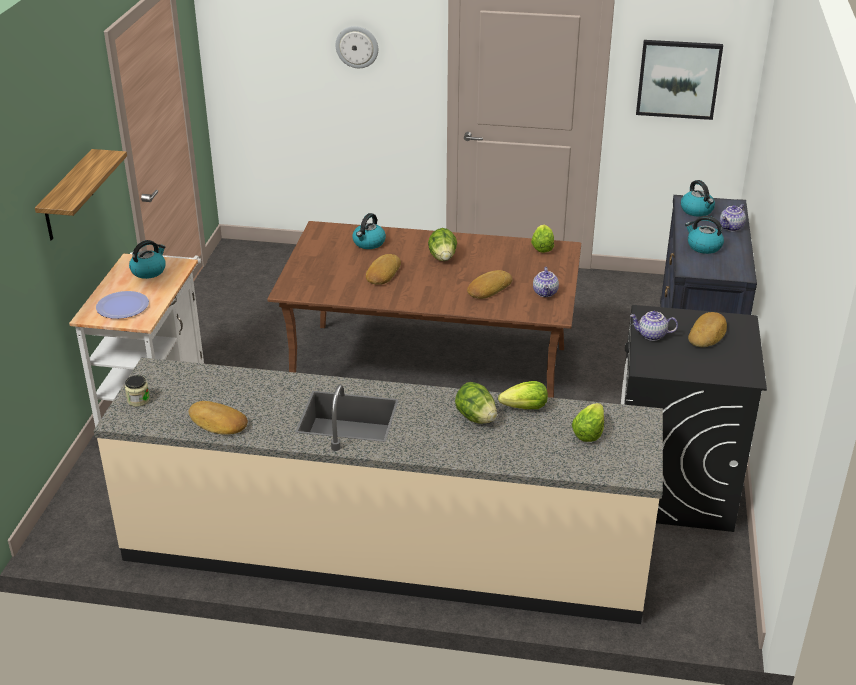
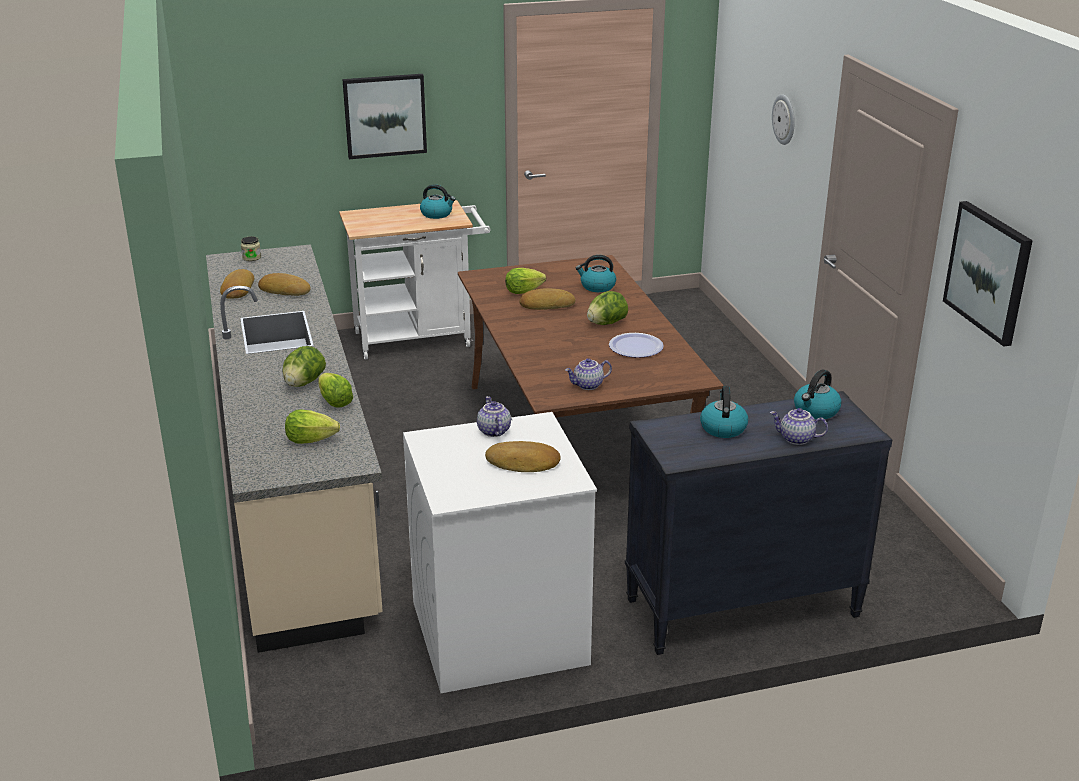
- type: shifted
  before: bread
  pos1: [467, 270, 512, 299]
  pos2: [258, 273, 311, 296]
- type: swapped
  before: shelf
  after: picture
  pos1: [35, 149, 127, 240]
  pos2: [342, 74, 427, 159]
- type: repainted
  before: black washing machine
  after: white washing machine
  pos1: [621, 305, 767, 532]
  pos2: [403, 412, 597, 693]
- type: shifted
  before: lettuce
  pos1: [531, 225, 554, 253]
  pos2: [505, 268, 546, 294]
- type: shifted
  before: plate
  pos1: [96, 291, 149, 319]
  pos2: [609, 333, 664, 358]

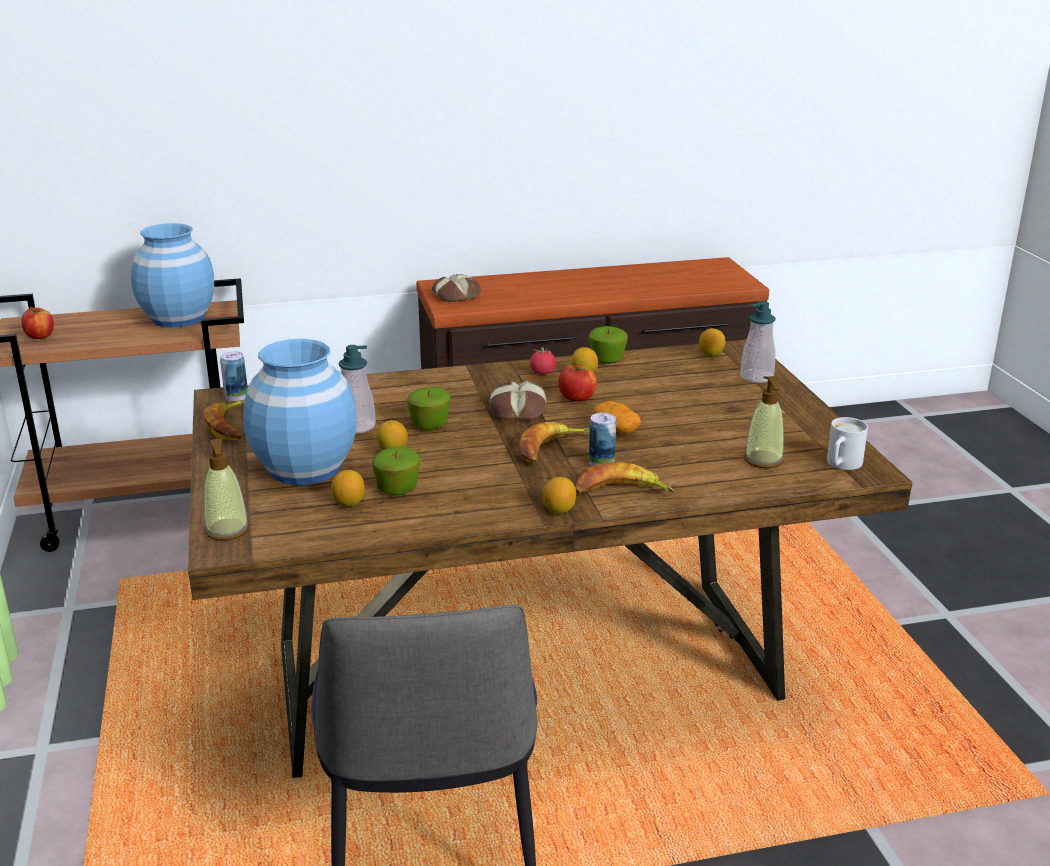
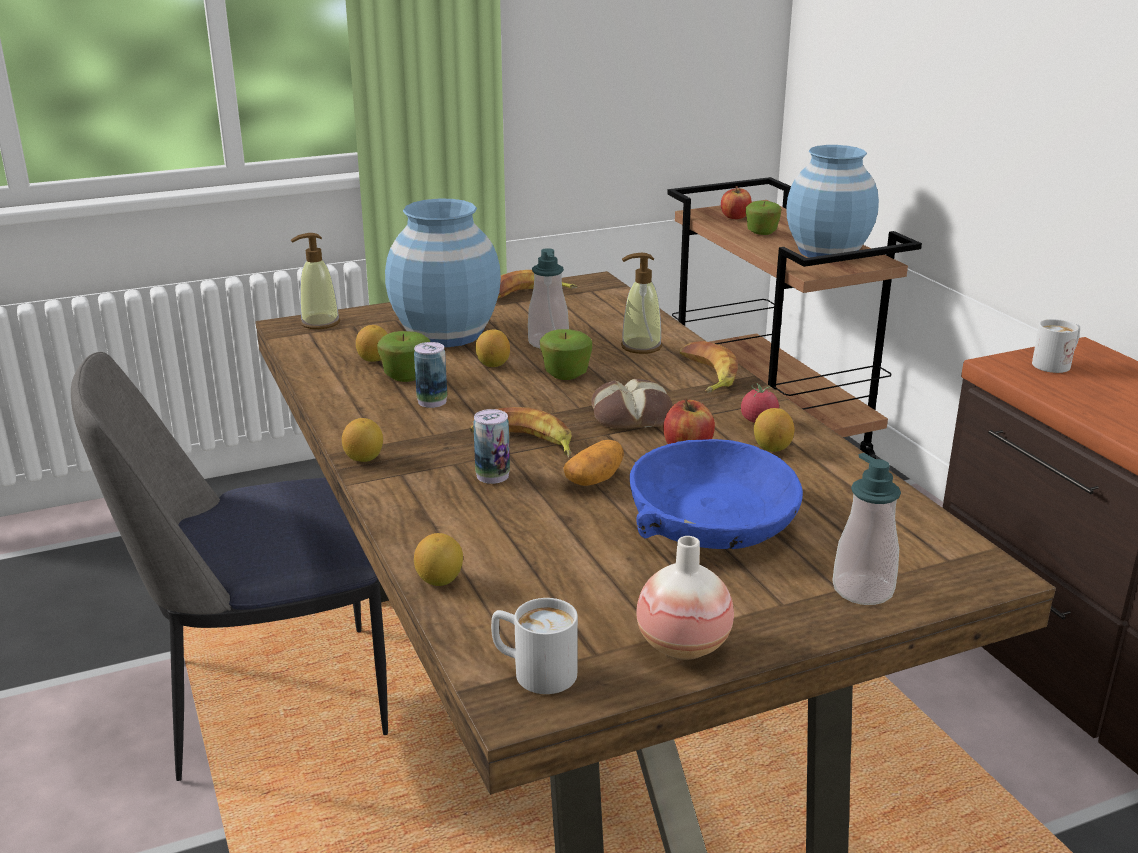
- type: shifted
  before: can
  pos1: [220, 351, 248, 401]
  pos2: [414, 342, 447, 408]
- type: shifted
  before: lemon
  pos1: [699, 328, 725, 356]
  pos2: [414, 533, 463, 586]
- type: shifted
  before: soap dispenser
  pos1: [744, 376, 784, 468]
  pos2: [621, 253, 662, 354]
- type: new
  after: blue bowl
  pos2: [630, 439, 803, 549]
- type: new
  after: vase
  pos2: [637, 536, 734, 660]
- type: shifted
  before: banana
  pos1: [574, 462, 675, 494]
  pos2: [680, 341, 738, 393]
- type: shifted
  before: apple
  pos1: [589, 326, 628, 364]
  pos2: [746, 201, 781, 235]
- type: swapped
  before: bread
  after: white mug
  pos1: [432, 274, 481, 302]
  pos2: [1032, 319, 1080, 373]

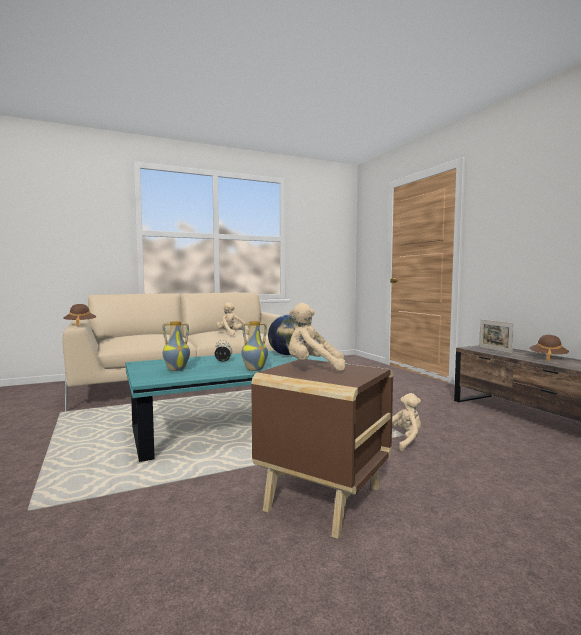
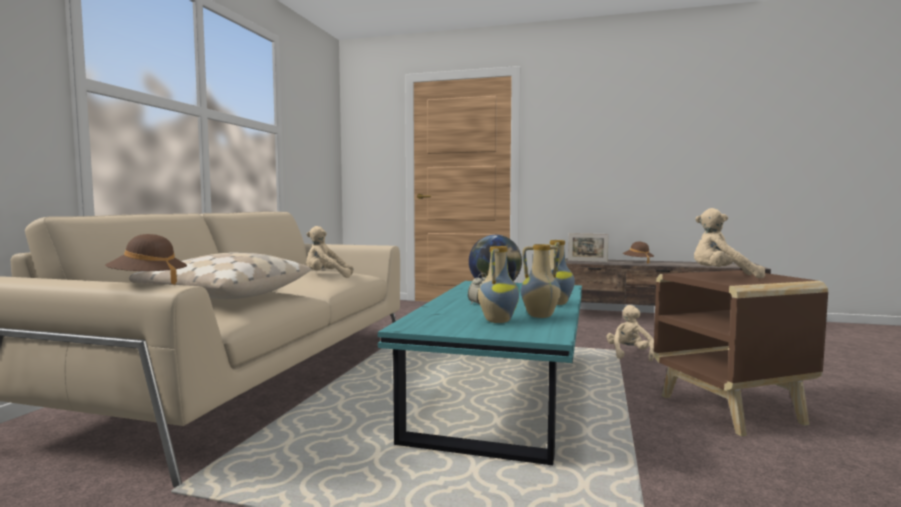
- type: new
  after: beige pillow
  pos2: [129, 252, 311, 299]
- type: new
  after: vase
  pos2: [521, 244, 561, 318]
- type: rotated
  before: beige plush toy
  pos1: [288, 303, 345, 371]
  pos2: [694, 208, 765, 278]
  turn: 60

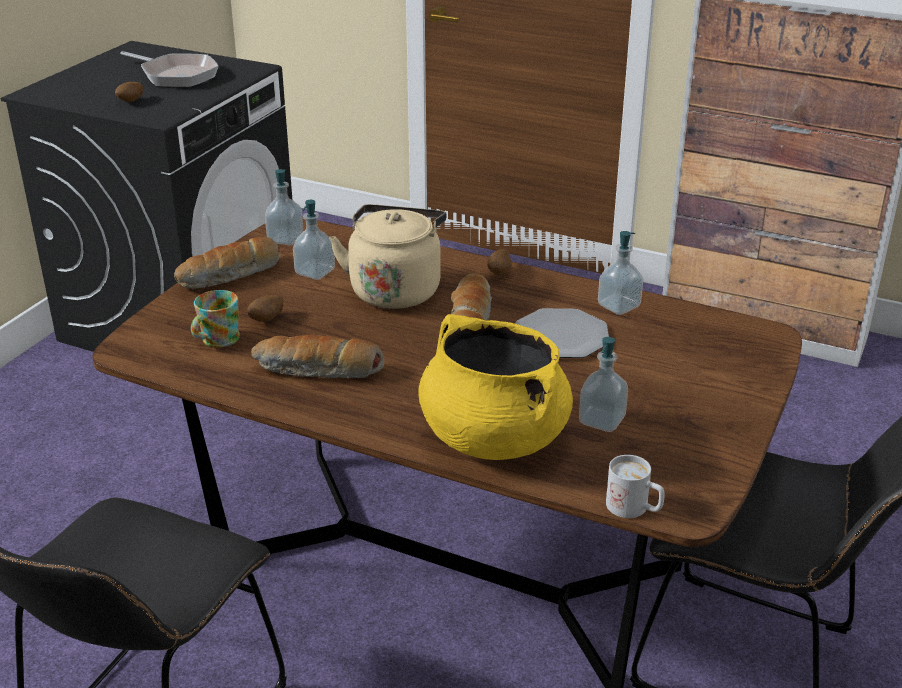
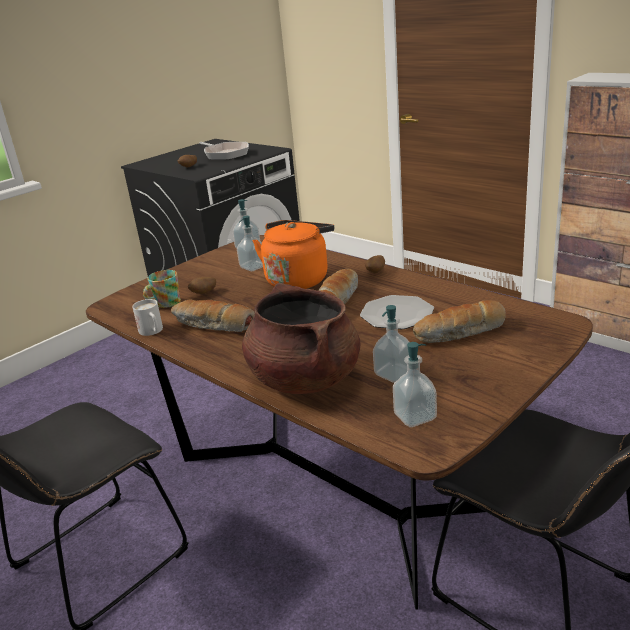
- type: shifted
  before: white mug
  pos1: [606, 455, 664, 518]
  pos2: [132, 299, 163, 336]
- type: repainted
  before: yellow cooking pot
  after: brown cooking pot
  pos1: [418, 314, 573, 460]
  pos2: [242, 283, 361, 394]
- type: repainted
  before: beige kettle
  after: orange kettle
  pos1: [329, 204, 447, 309]
  pos2: [253, 220, 334, 289]
- type: shifted
  before: soap dispenser
  pos1: [598, 231, 643, 315]
  pos2: [393, 342, 437, 427]
- type: shifted
  before: bread
  pos1: [174, 237, 280, 289]
  pos2: [413, 300, 506, 343]

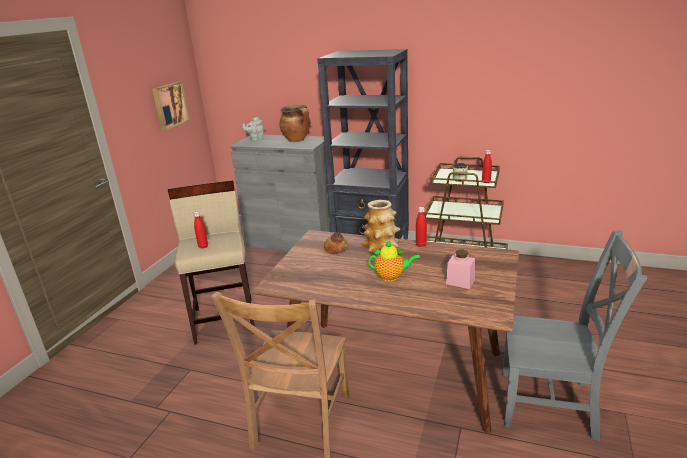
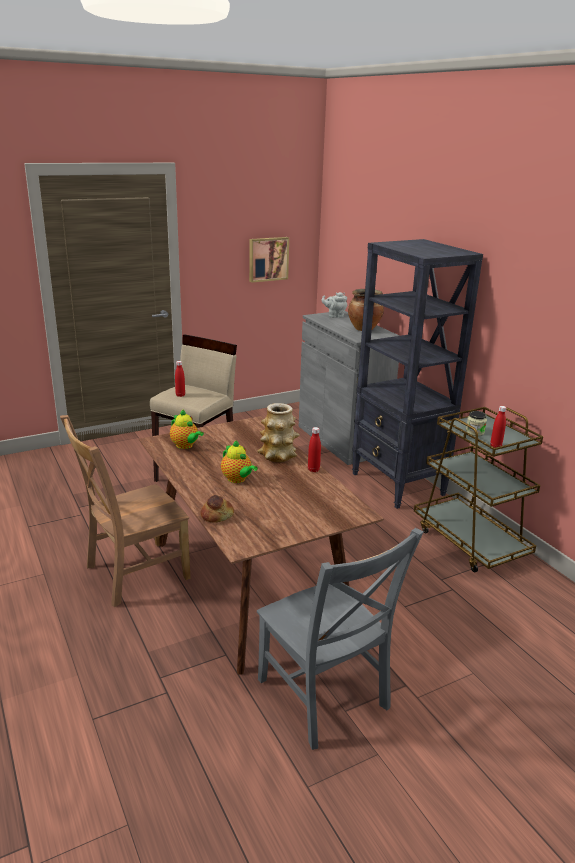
- type: new
  after: teapot
  pos2: [170, 409, 204, 449]
- type: shifted
  before: bread
  pos1: [324, 232, 348, 254]
  pos2: [200, 495, 234, 523]
- type: gone
  before: pink jar
  pos1: [446, 249, 475, 289]

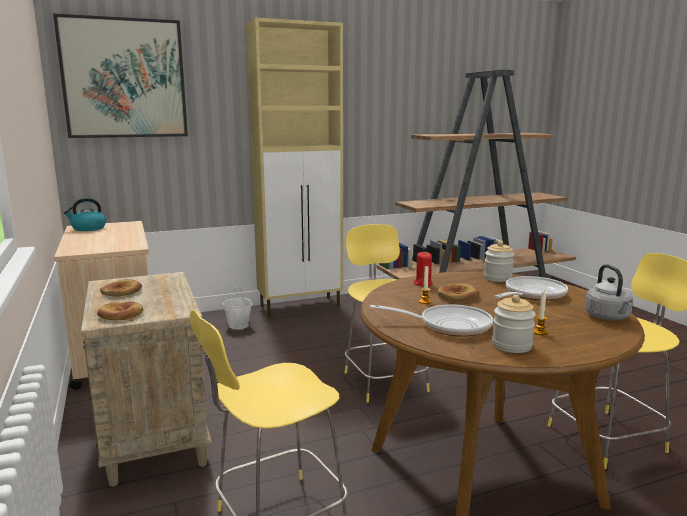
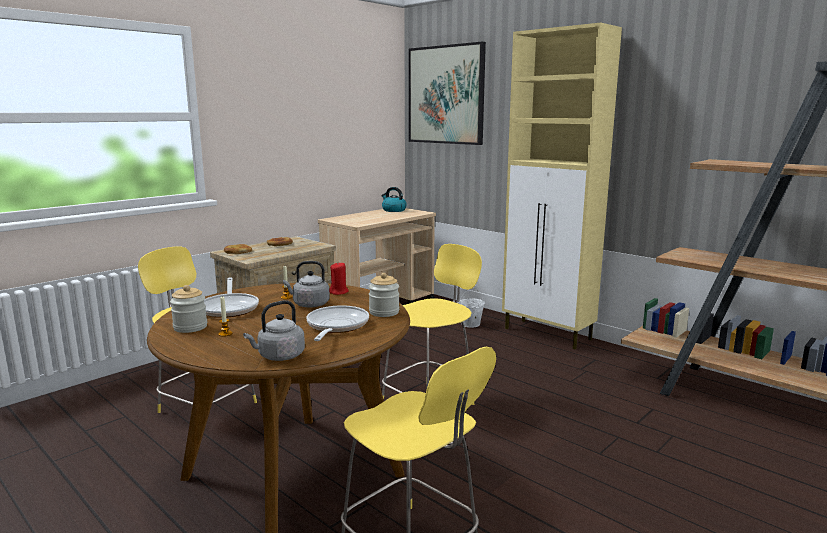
- type: swapped
  before: bread
  after: grey kettle
  pos1: [437, 284, 480, 302]
  pos2: [283, 261, 330, 308]
- type: rotated
  before: frying pan
  pos1: [495, 276, 568, 300]
  pos2: [307, 305, 369, 341]
  turn: -105

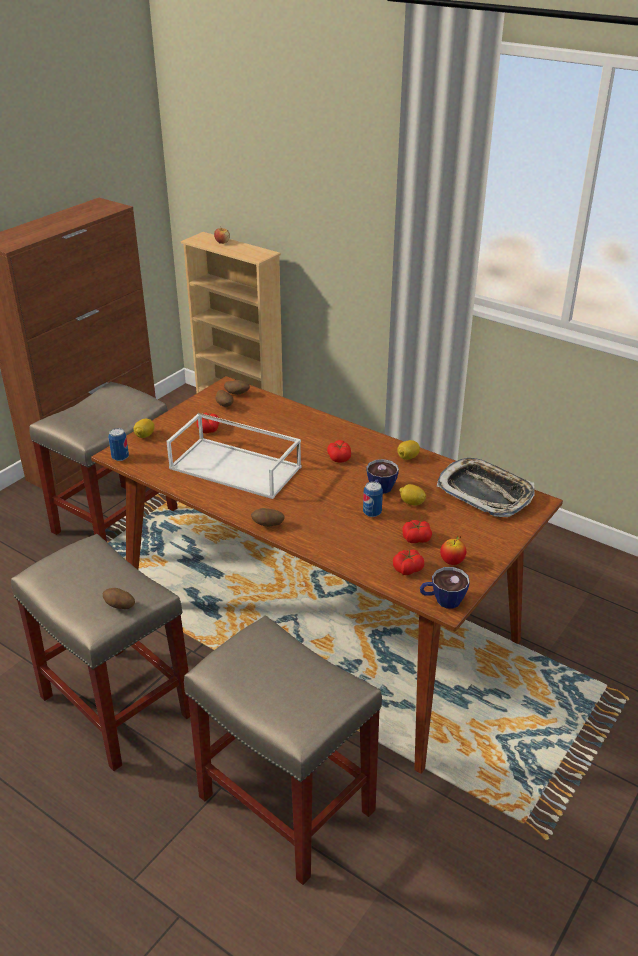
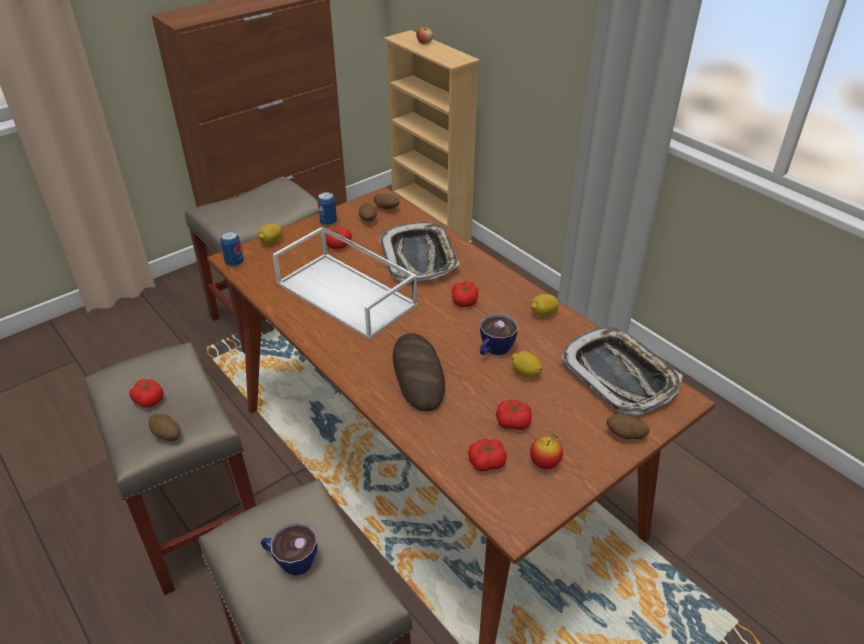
- type: new
  after: tomato
  pos2: [129, 379, 164, 407]
- type: shifted
  before: cup
  pos1: [420, 567, 470, 609]
  pos2: [261, 522, 317, 575]
- type: shifted
  before: can
  pos1: [363, 481, 383, 517]
  pos2: [317, 192, 337, 226]
- type: new
  after: tray
  pos2: [380, 222, 460, 281]
- type: new
  after: bread
  pos2: [393, 333, 445, 411]
- type: shifted
  before: potato
  pos1: [251, 508, 284, 527]
  pos2: [607, 414, 650, 439]

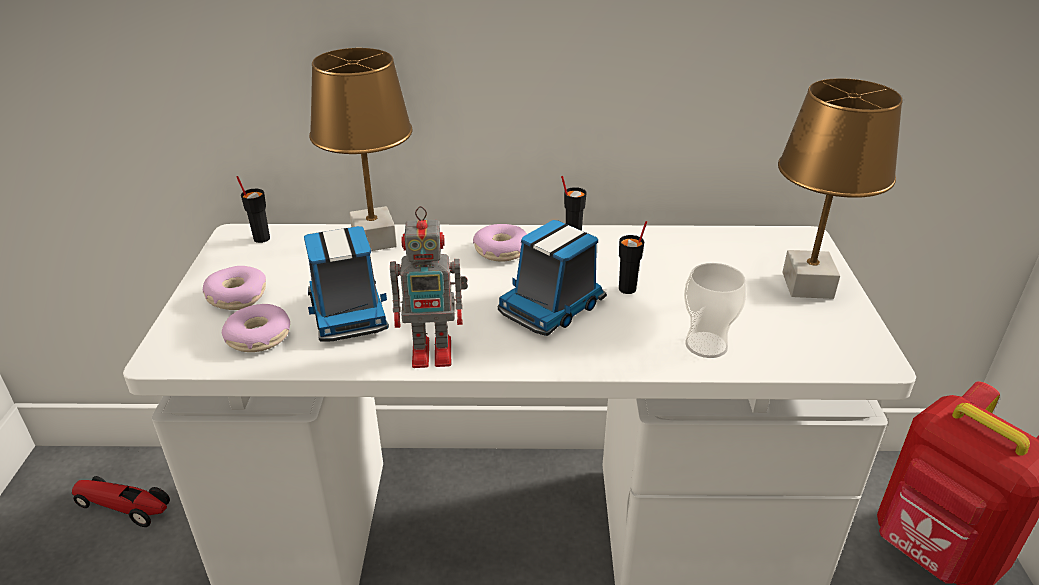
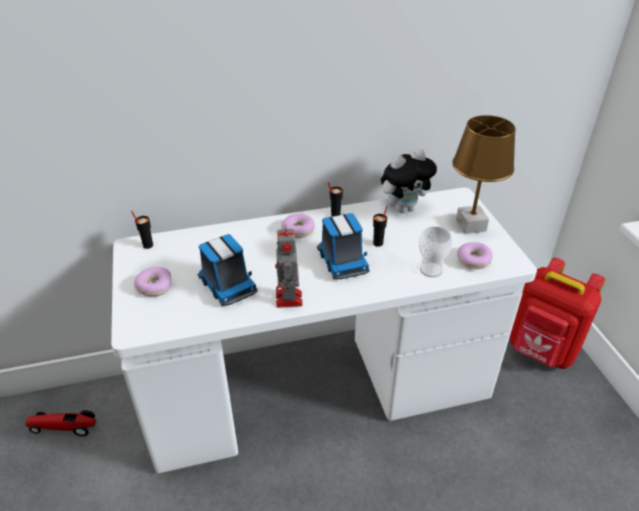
- type: rotated
  before: toy robot
  pos1: [390, 206, 468, 368]
  pos2: [275, 224, 303, 308]
  turn: 105
- type: rotated
  before: toy truck
  pos1: [498, 220, 607, 336]
  pos2: [317, 213, 370, 279]
  turn: -45
- type: new
  after: plush toy
  pos2: [381, 149, 437, 213]
- type: shifted
  before: donut
  pos1: [222, 304, 290, 352]
  pos2: [457, 242, 493, 269]
- type: gone
  before: brown table lamp
  pos1: [309, 48, 413, 251]

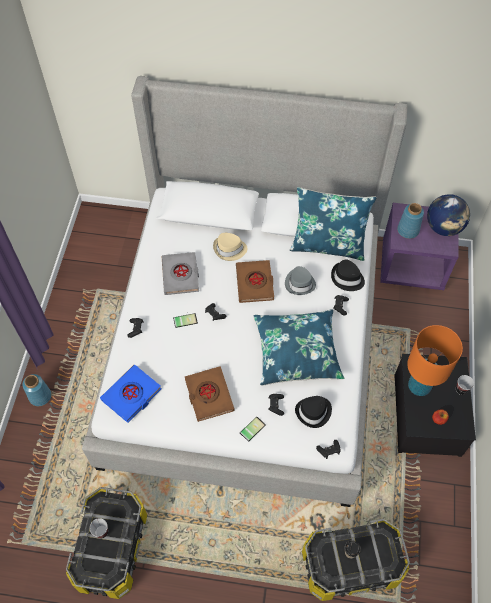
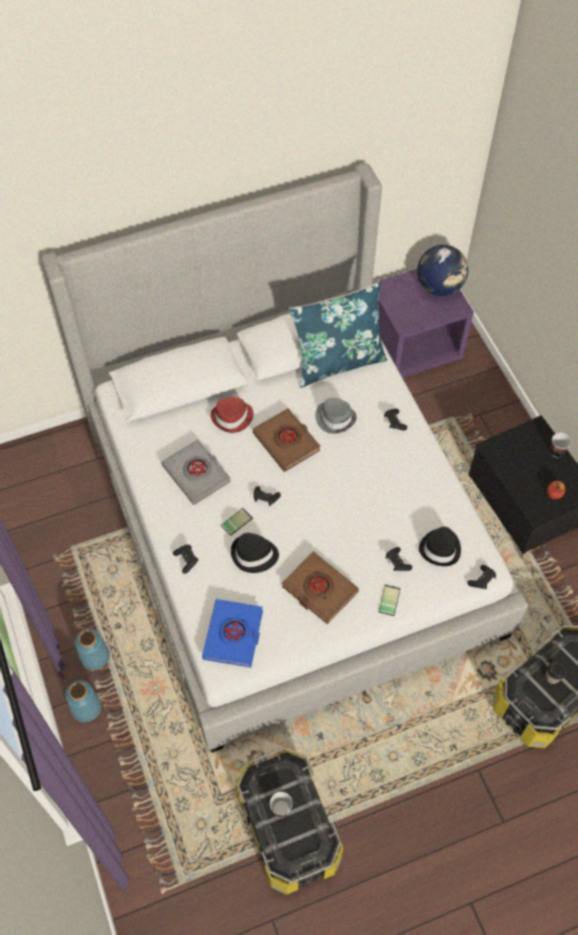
- type: shifted
  before: blue vase
  pos1: [397, 203, 424, 239]
  pos2: [75, 629, 110, 670]
- type: repainted
  before: beige hat
  after: red hat
  pos1: [213, 233, 247, 261]
  pos2: [210, 397, 253, 433]
- type: shifted
  before: black hat
  pos1: [331, 260, 365, 291]
  pos2: [231, 533, 279, 573]
- type: gone
  before: blue pillow
  pos1: [254, 309, 344, 386]
- type: gone
  before: orange table lamp
  pos1: [407, 325, 463, 396]

